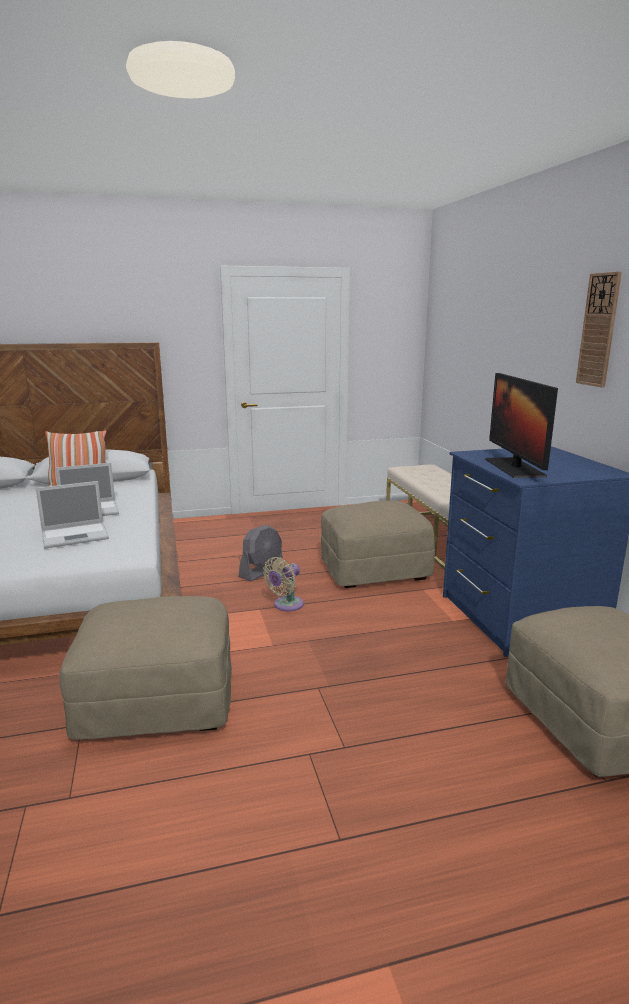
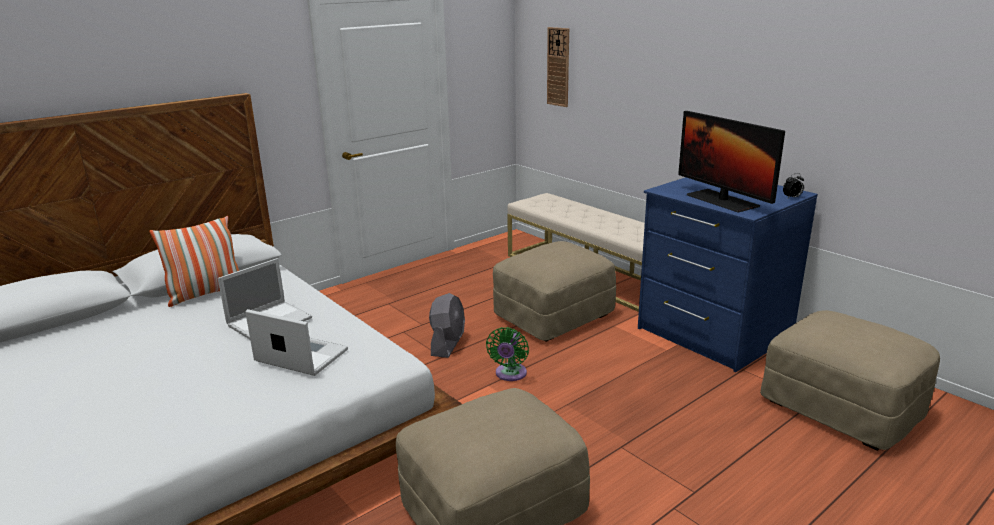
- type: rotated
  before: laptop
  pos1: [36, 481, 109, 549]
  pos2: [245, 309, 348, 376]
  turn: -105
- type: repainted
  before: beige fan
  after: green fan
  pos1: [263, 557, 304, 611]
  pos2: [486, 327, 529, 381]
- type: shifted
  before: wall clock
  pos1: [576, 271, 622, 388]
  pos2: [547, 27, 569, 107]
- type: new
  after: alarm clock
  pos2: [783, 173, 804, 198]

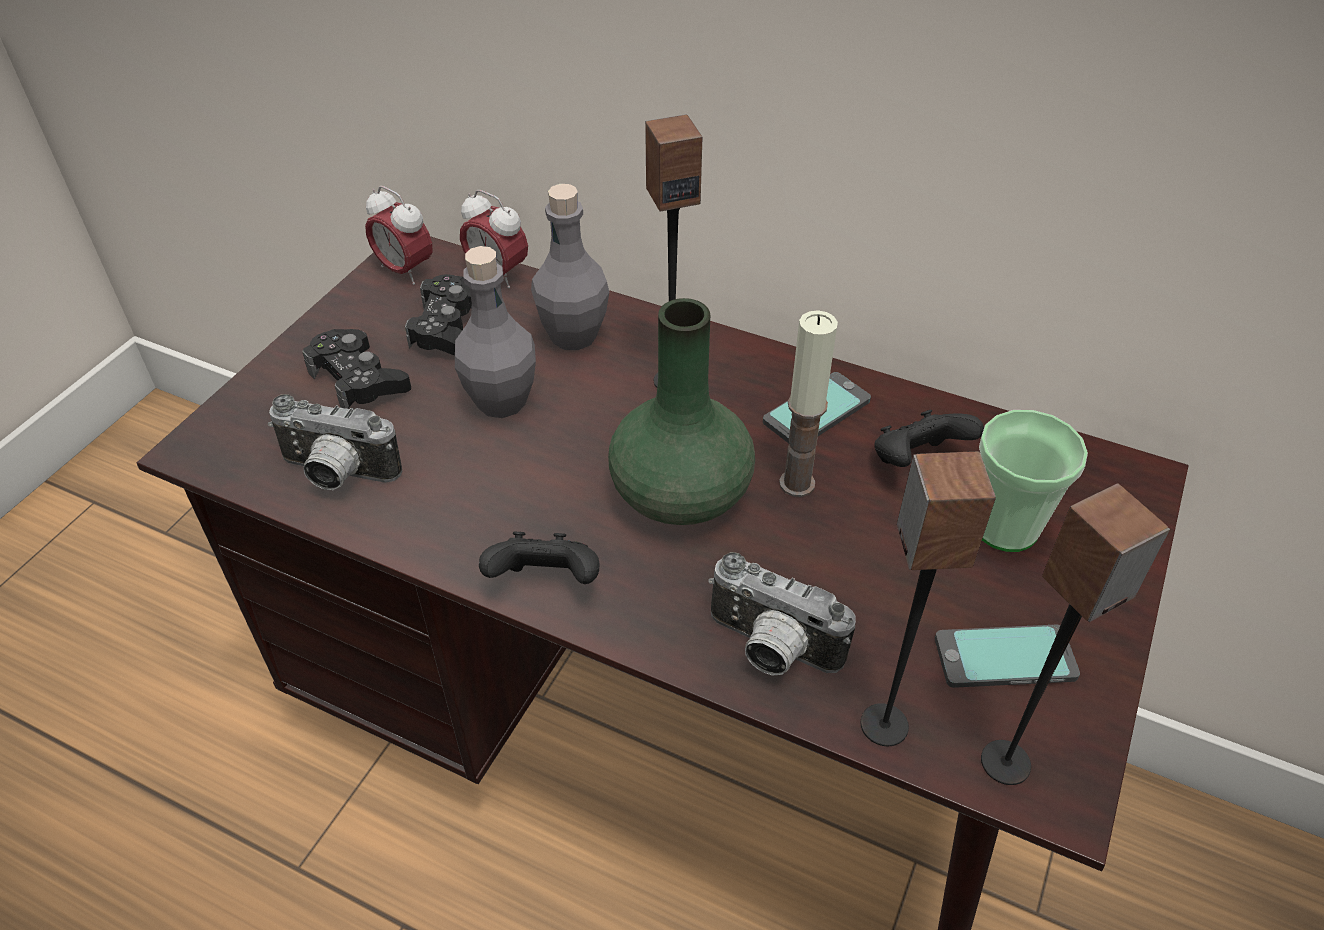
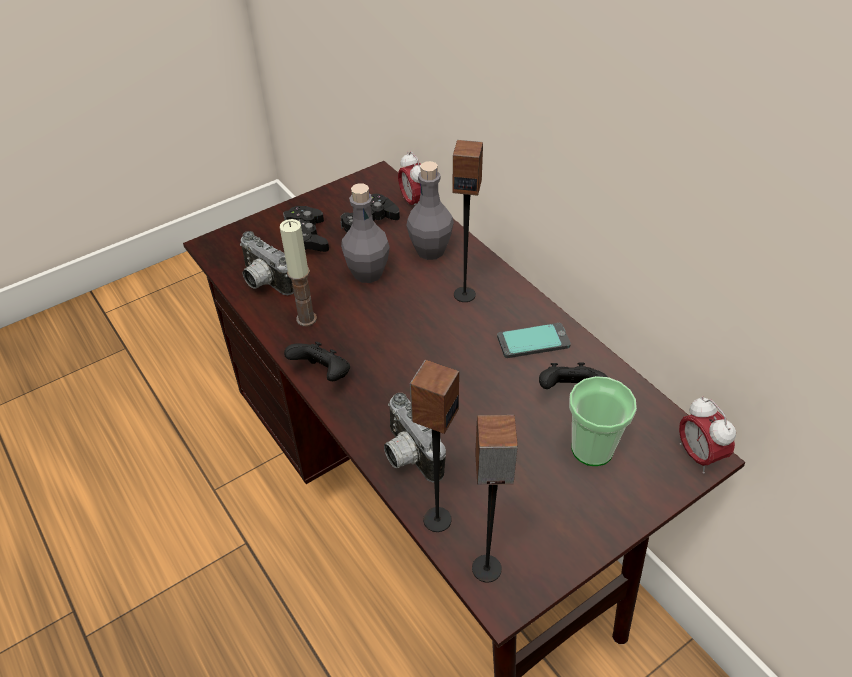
- type: shifted
  before: candle
  pos1: [779, 310, 838, 497]
  pos2: [280, 219, 317, 326]
- type: shifted
  before: alarm clock
  pos1: [365, 186, 432, 285]
  pos2: [679, 396, 736, 474]
- type: gone
  before: green vase
  pos1: [608, 298, 755, 525]
- type: gone
  before: phone
  pos1: [935, 625, 1080, 688]

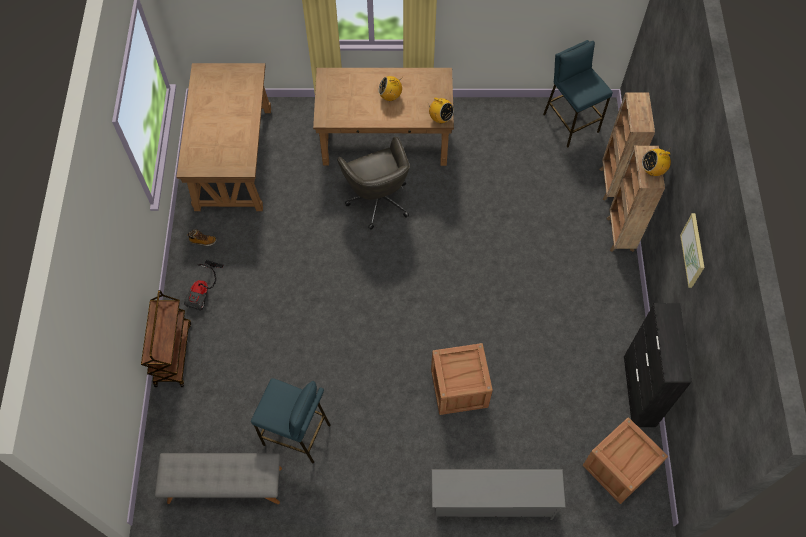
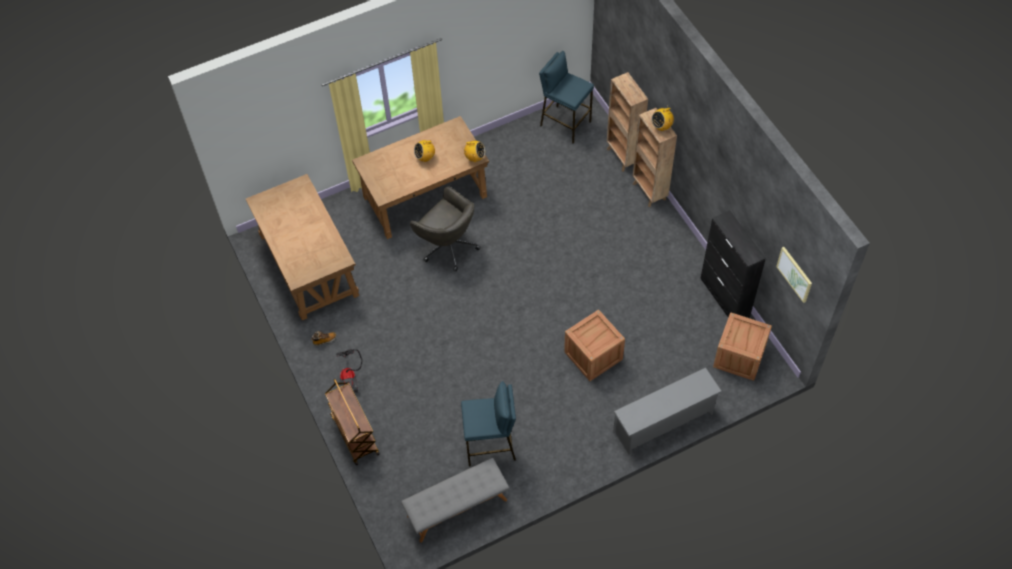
- type: shifted
  before: picture
  pos1: [680, 213, 704, 288]
  pos2: [776, 247, 812, 303]

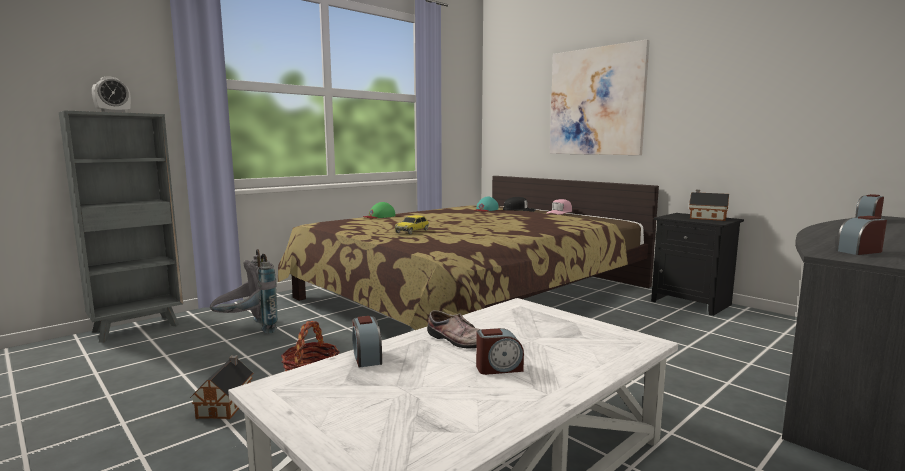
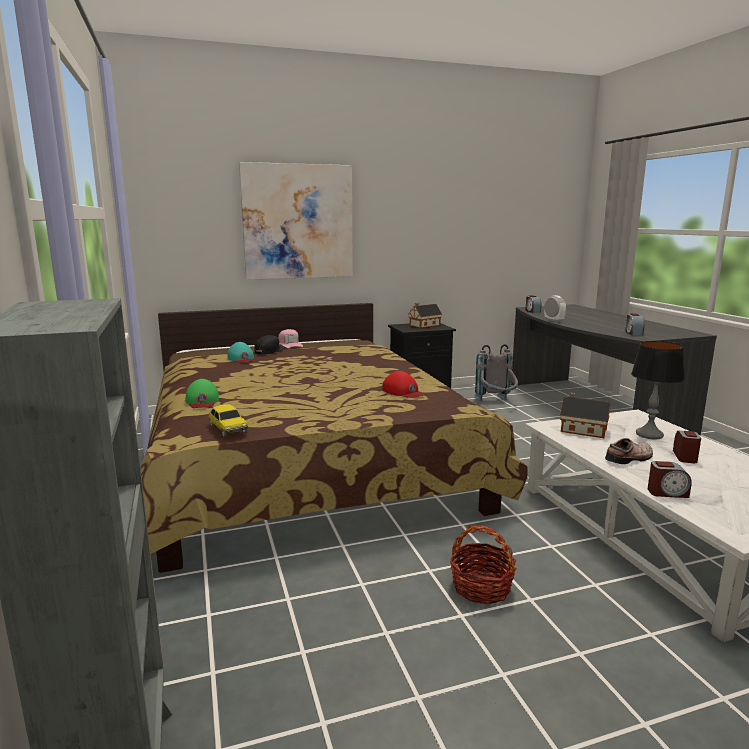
- type: shifted
  before: toy car
  pos1: [395, 215, 429, 235]
  pos2: [209, 404, 248, 438]
- type: new
  after: red cap
  pos2: [382, 371, 424, 398]
- type: shifted
  before: grey backpack
  pos1: [210, 249, 278, 334]
  pos2: [473, 344, 518, 401]
- type: shifted
  before: alarm clock
  pos1: [92, 76, 131, 113]
  pos2: [544, 295, 566, 322]
- type: shifted
  before: toy house
  pos1: [190, 355, 253, 419]
  pos2: [560, 393, 610, 438]
- type: new
  after: table lamp
  pos2: [631, 341, 685, 439]

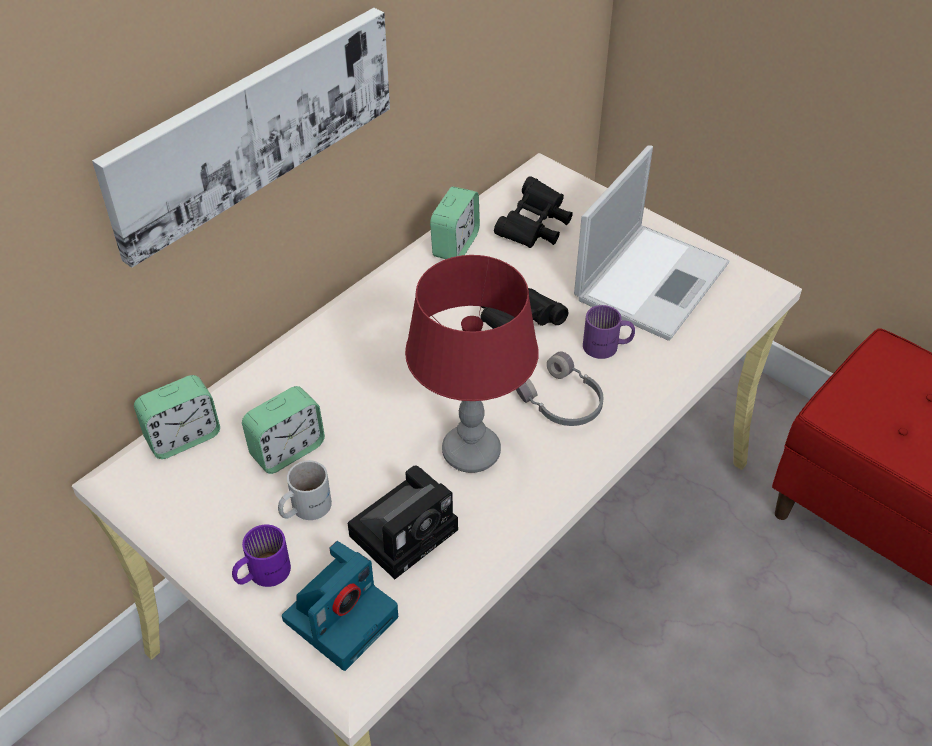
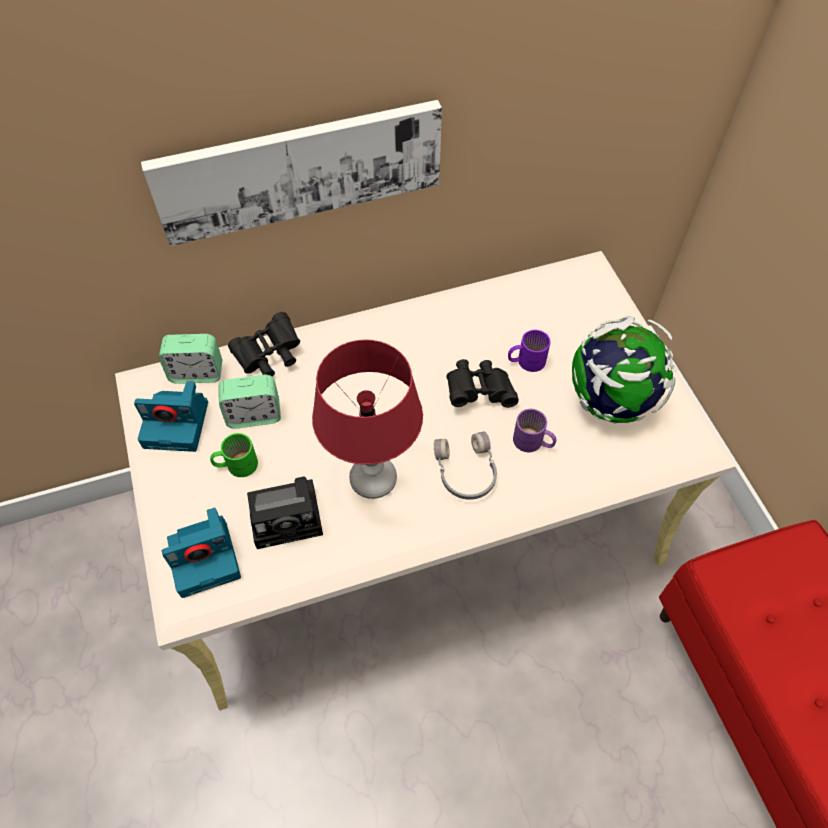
- type: new
  after: photo camera
  pos2: [134, 381, 208, 452]
- type: repainted
  before: white mug
  after: green mug
  pos1: [278, 460, 332, 520]
  pos2: [210, 433, 258, 477]
- type: shifted
  before: black binoculars
  pos1: [494, 176, 573, 248]
  pos2: [228, 312, 300, 377]
- type: shifted
  before: purple mug
  pos1: [232, 525, 291, 587]
  pos2: [508, 330, 551, 372]
- type: swapped
  before: laptop
  after: globe
  pos1: [574, 145, 729, 341]
  pos2: [572, 316, 676, 424]
- type: gone
  before: alarm clock
  pos1: [430, 187, 480, 259]

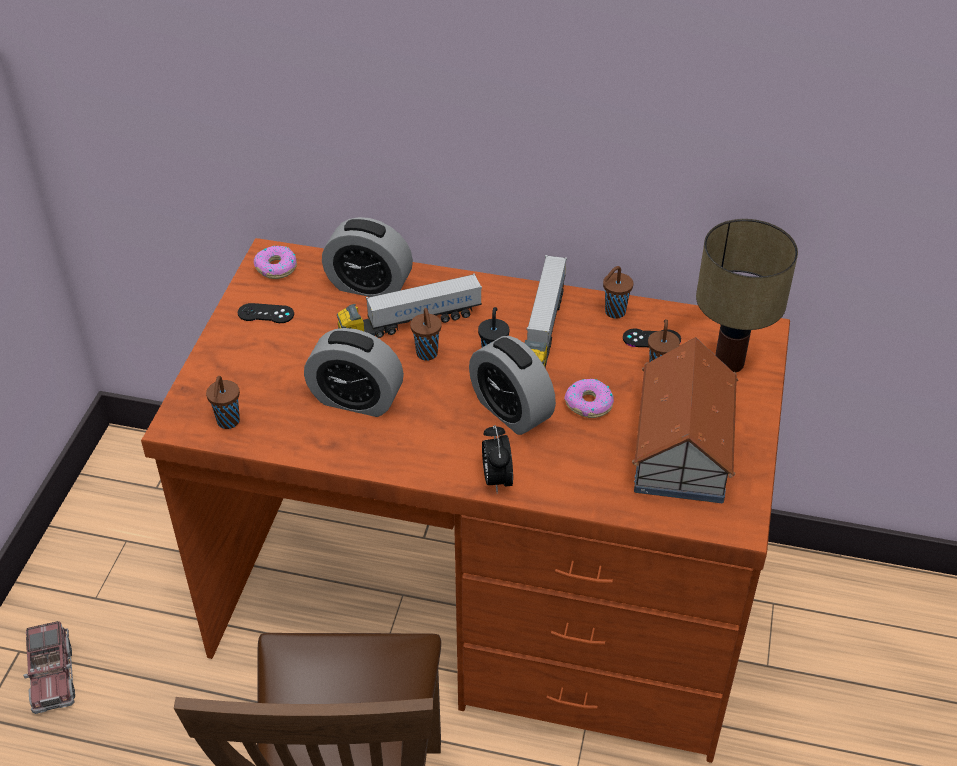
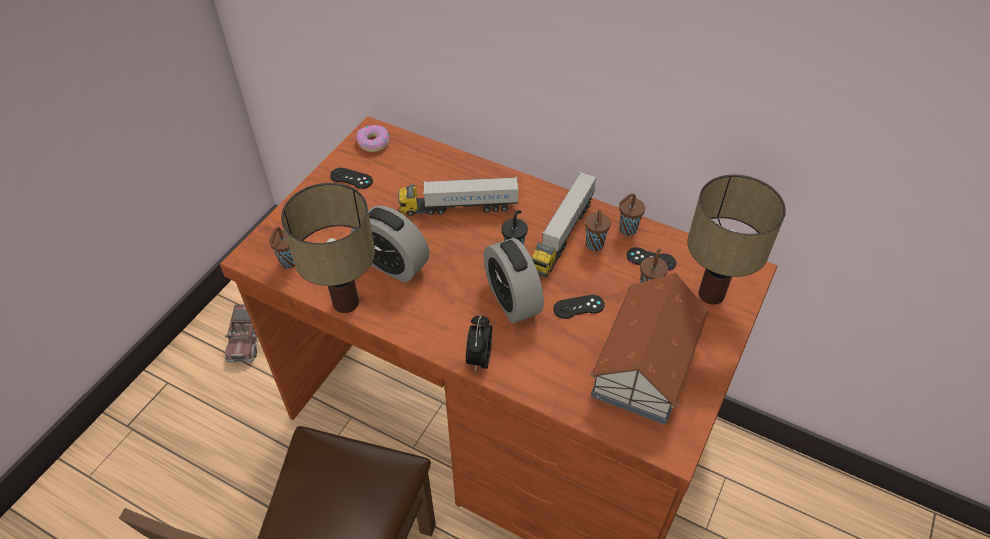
- type: shifted
  before: toy truck
  pos1: [23, 621, 75, 714]
  pos2: [225, 305, 258, 363]
- type: new
  after: table lamp
  pos2: [281, 183, 375, 313]
- type: swapped
  before: donut
  after: black game controller
  pos1: [564, 378, 614, 418]
  pos2: [553, 295, 605, 319]
- type: shifted
  before: brown cup
  pos1: [410, 308, 442, 360]
  pos2: [585, 209, 611, 251]
- type: gone
  before: alarm clock
  pos1: [322, 217, 413, 297]

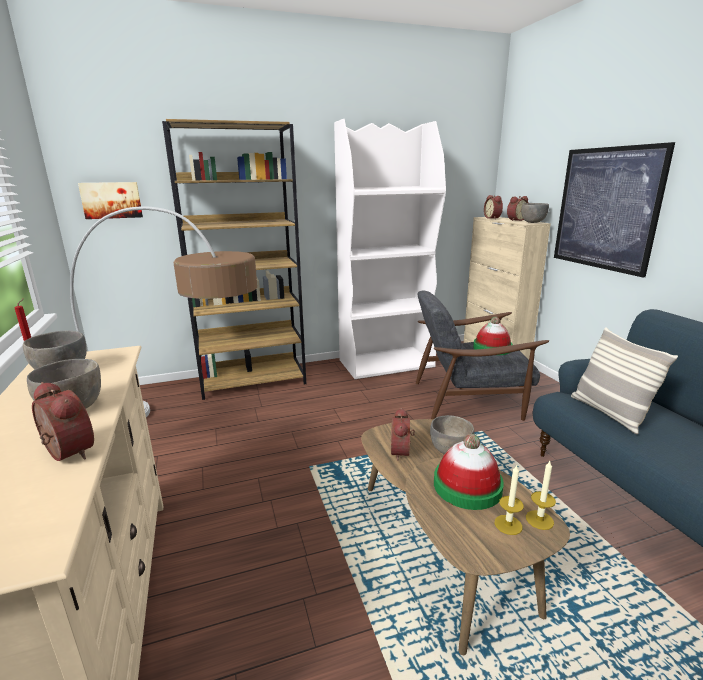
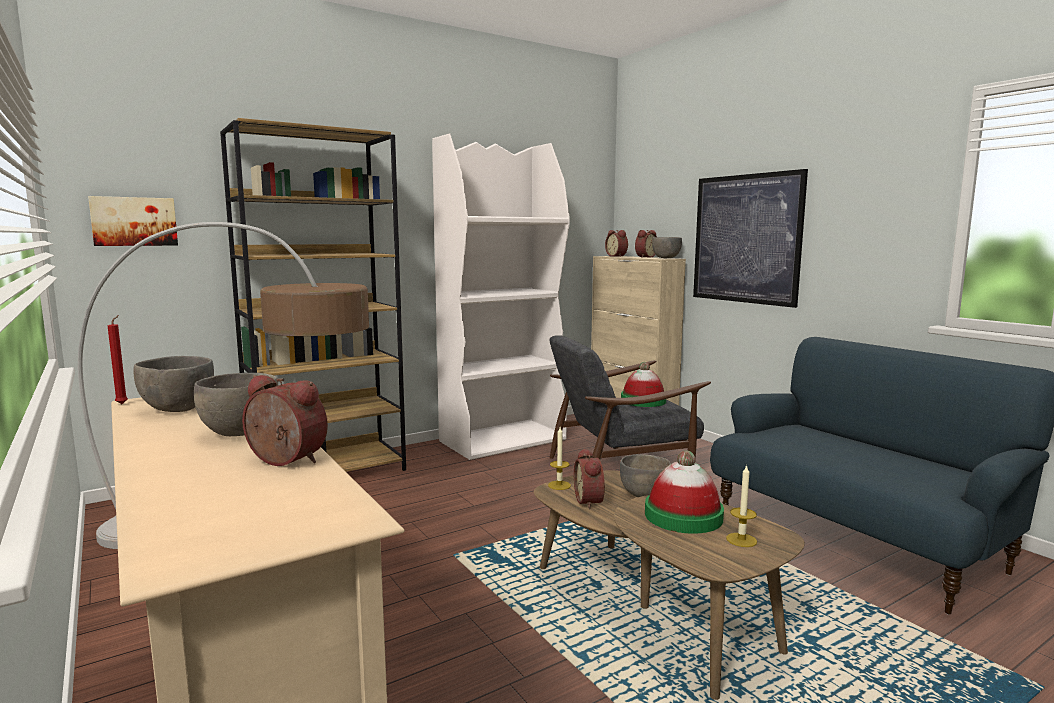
- type: shifted
  before: candle
  pos1: [526, 461, 556, 530]
  pos2: [548, 427, 571, 490]
- type: gone
  before: pillow
  pos1: [571, 327, 678, 434]

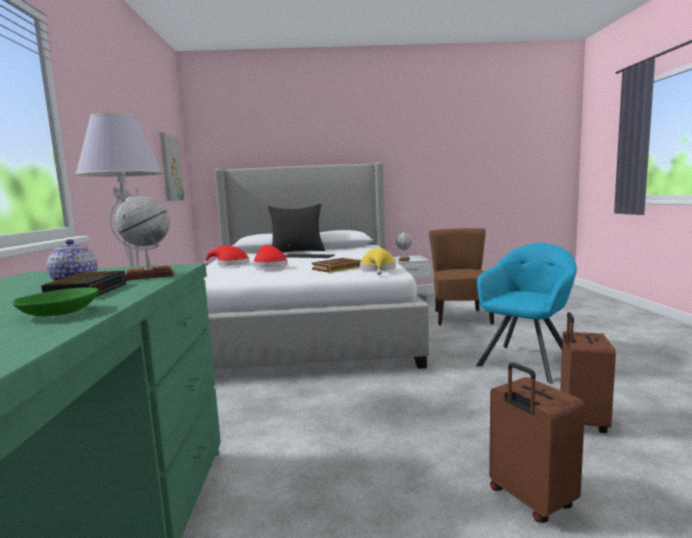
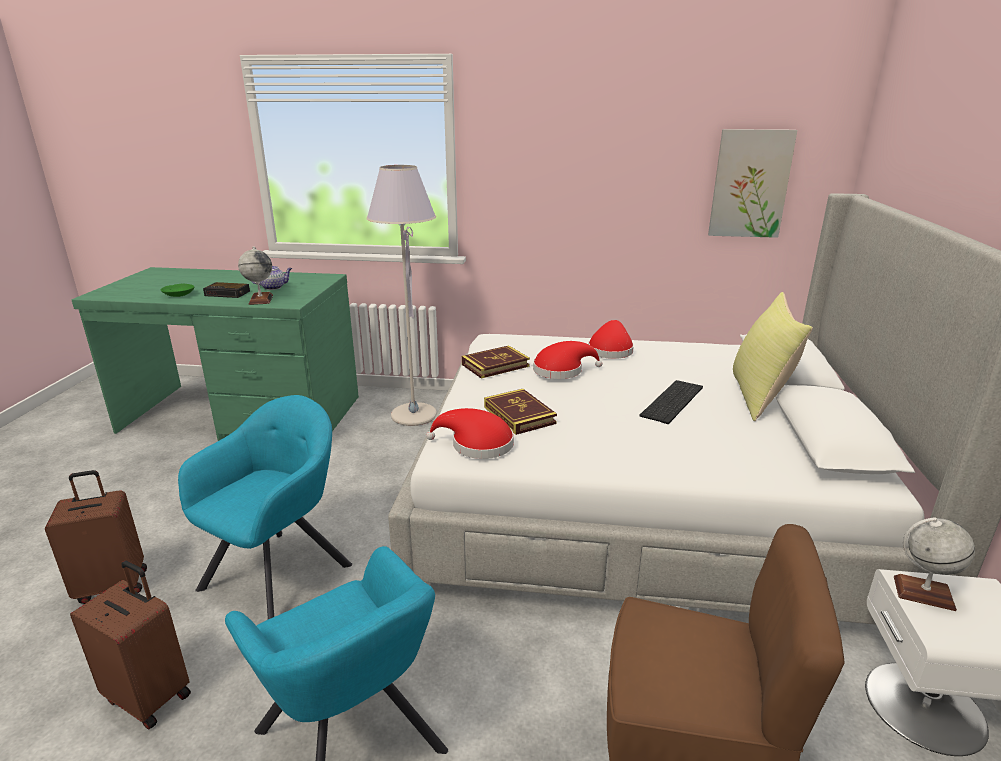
- type: new
  after: turquoise armchair
  pos2: [178, 395, 352, 619]
- type: repainted
  before: yellow hat
  after: red hat
  pos1: [360, 248, 396, 275]
  pos2: [426, 408, 514, 459]
- type: new
  after: book
  pos2: [462, 345, 530, 379]
- type: repainted
  before: black pillow
  after: yellow pillow
  pos1: [268, 204, 326, 253]
  pos2: [733, 292, 813, 421]

